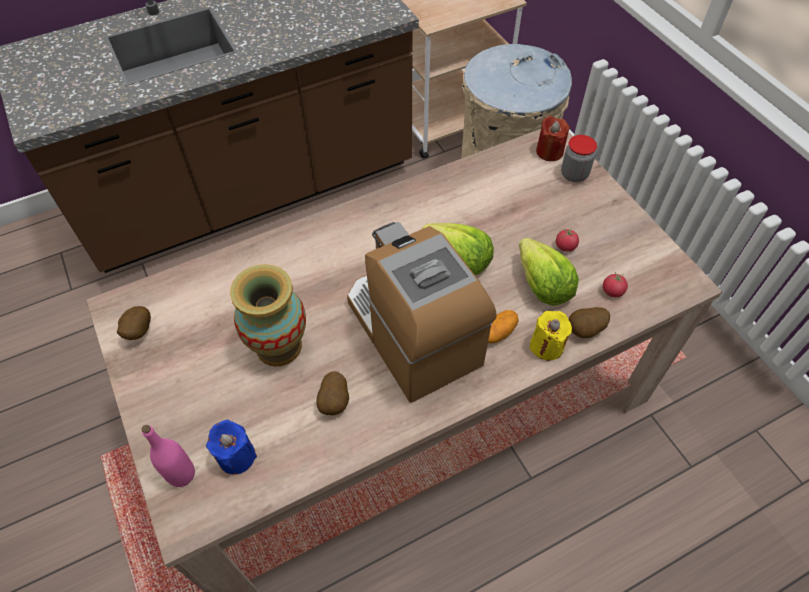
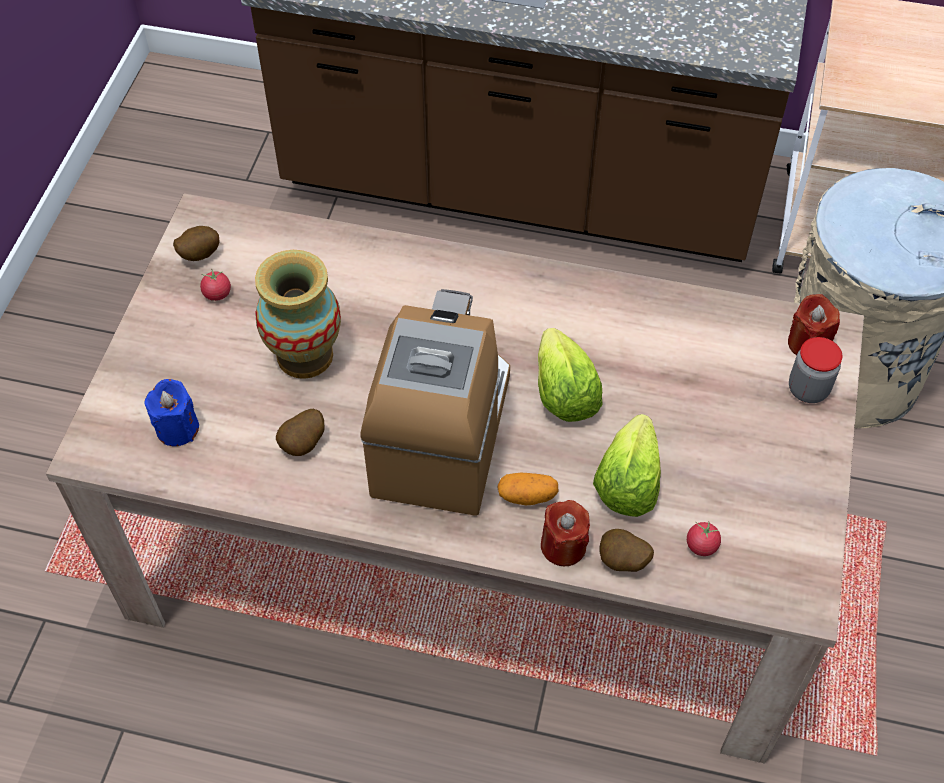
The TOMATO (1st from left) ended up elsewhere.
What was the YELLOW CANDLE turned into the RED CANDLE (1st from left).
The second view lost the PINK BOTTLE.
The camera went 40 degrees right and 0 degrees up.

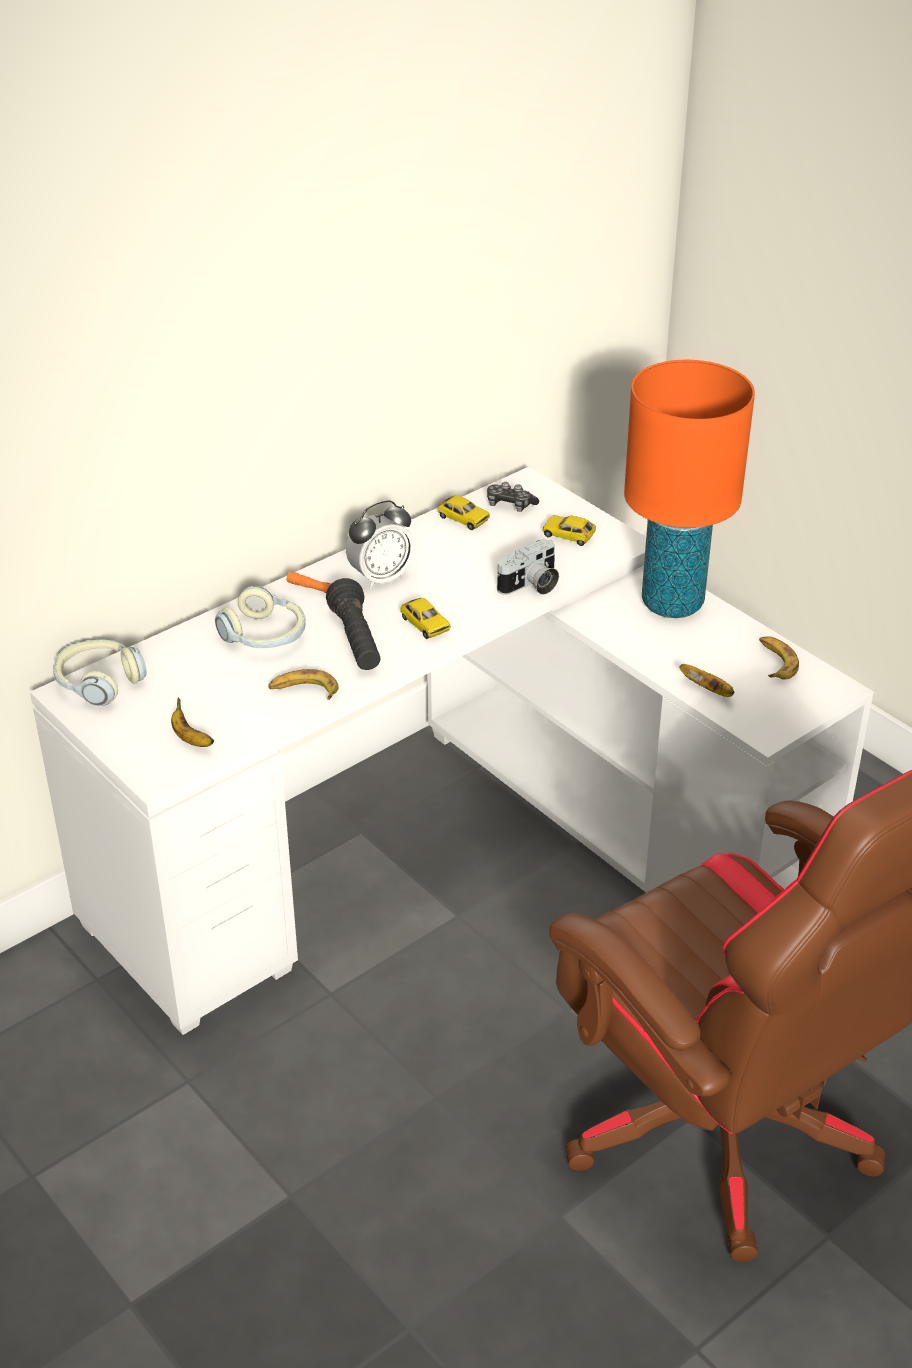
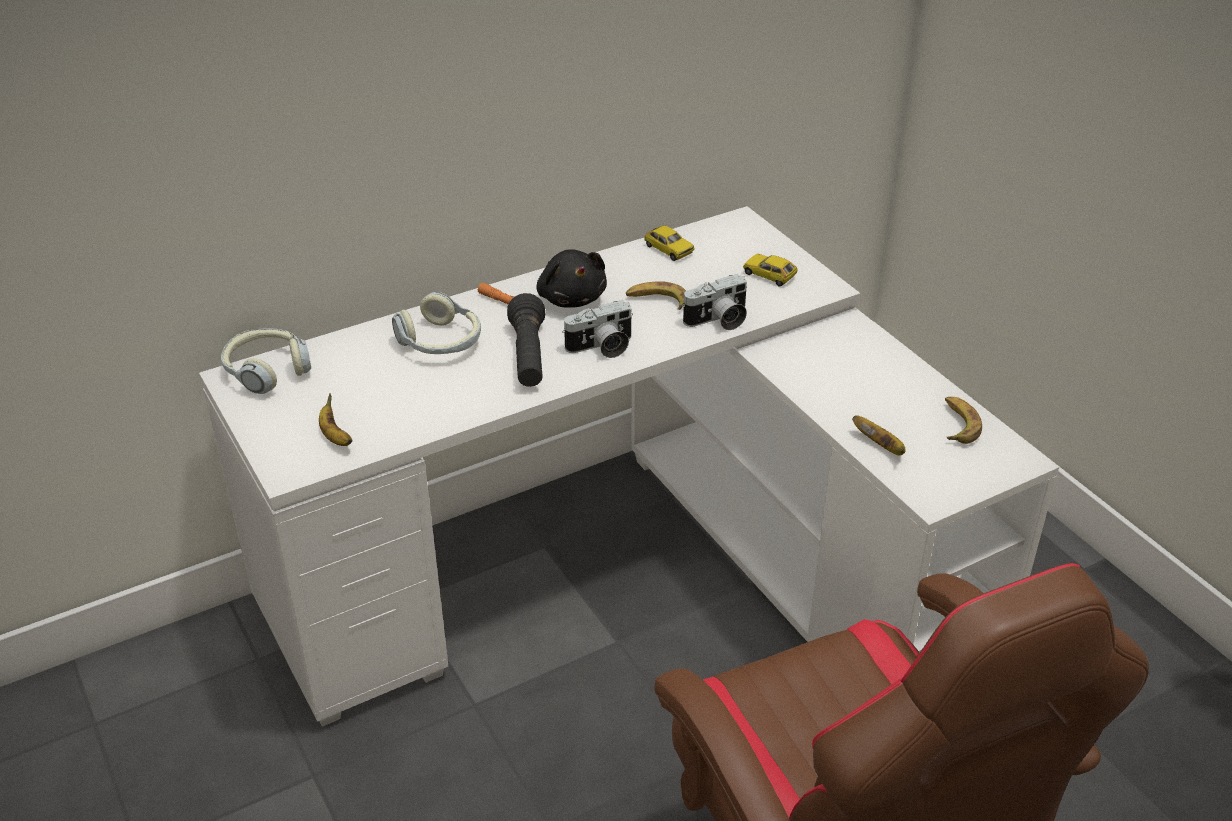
Where the ALARM CLOCK stood, the BLACK PLUSH TOY came to stand.
Where the TOY CAR (1st from left) stood, the PHOTO CAMERA (1st from left) came to stand.
The BANANA (2nd from left) ended up elsewhere.
The second view lost the GAME CONTROLLER.
The second view lost the ORANGE TABLE LAMP.
The camera went 10 degrees right and 0 degrees up.

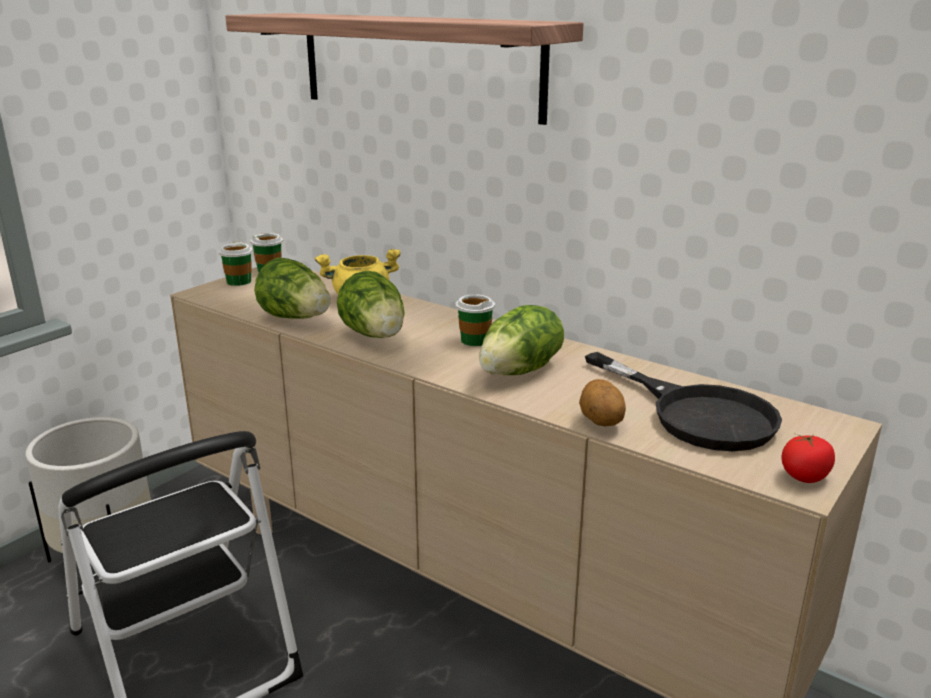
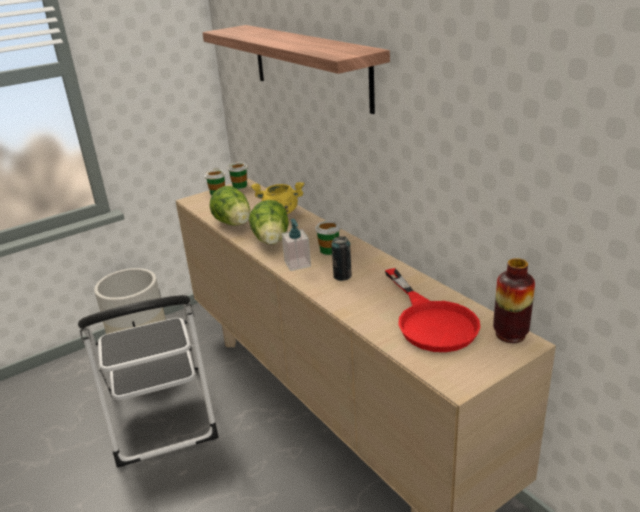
The second view gained the SOAP DISPENSER.
Where the LETTUCE (3rd from left) stood, the CAN came to stand.
What was the BLACK FRYING PAN turned into the RED FRYING PAN.
The second view gained the VASE.
The second view lost the POTATO.
The second view lost the TOMATO.
The camera went 20 degrees right and 5 degrees up.

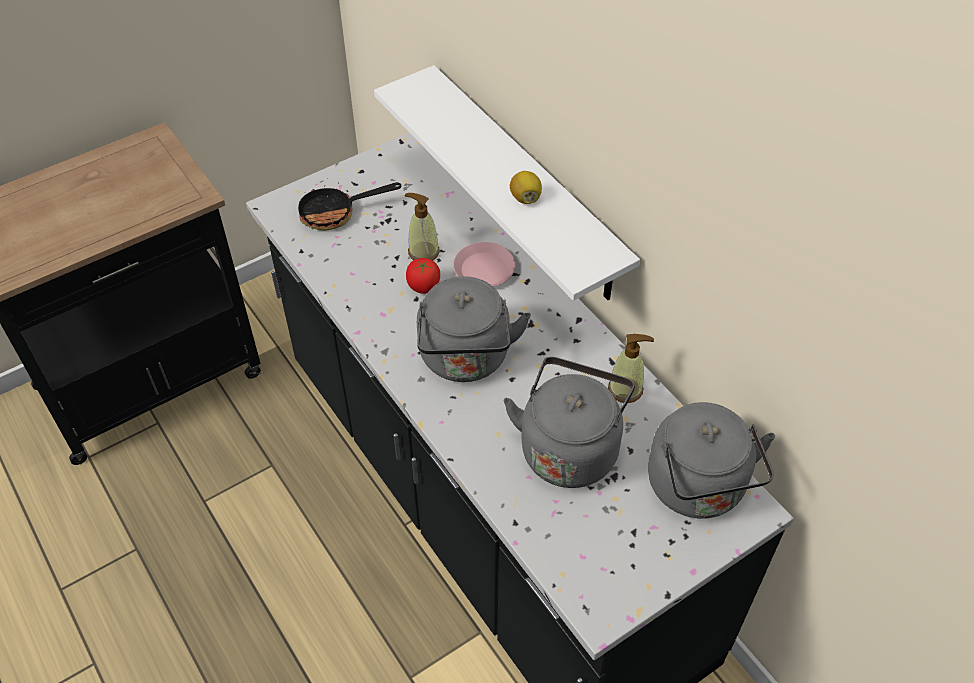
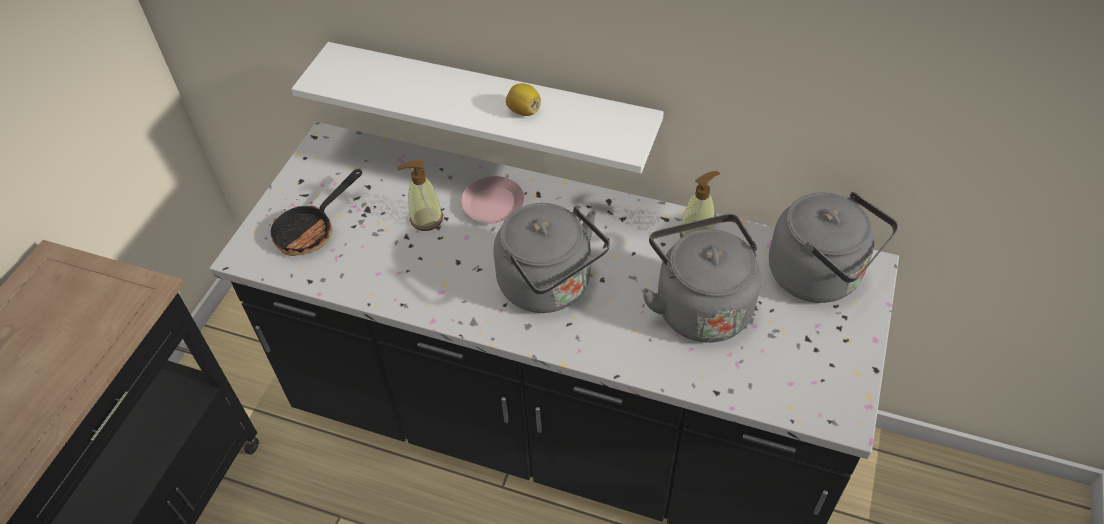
The second view lost the TOMATO.
The camera went 35 degrees left and 0 degrees up.

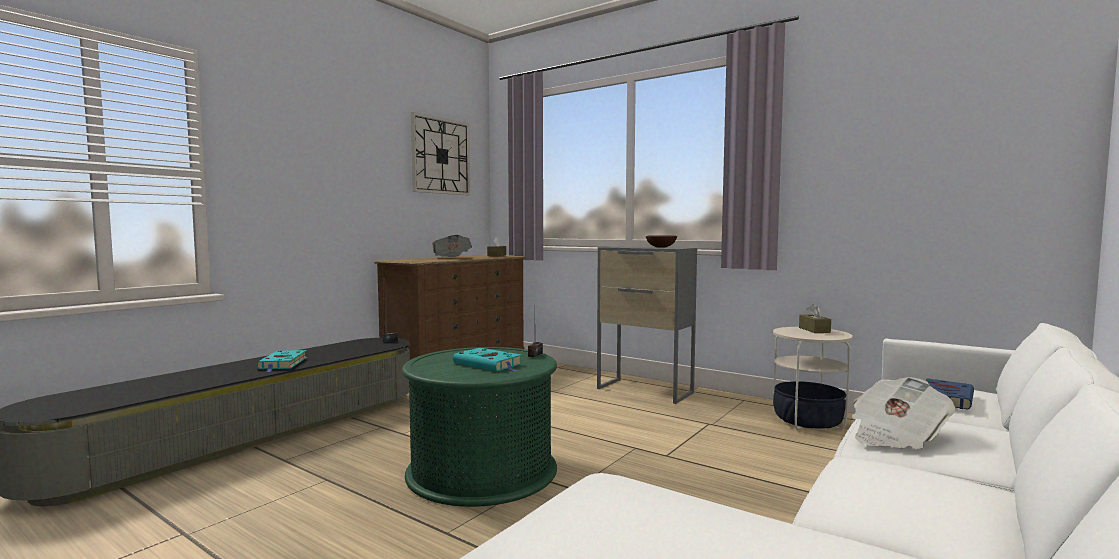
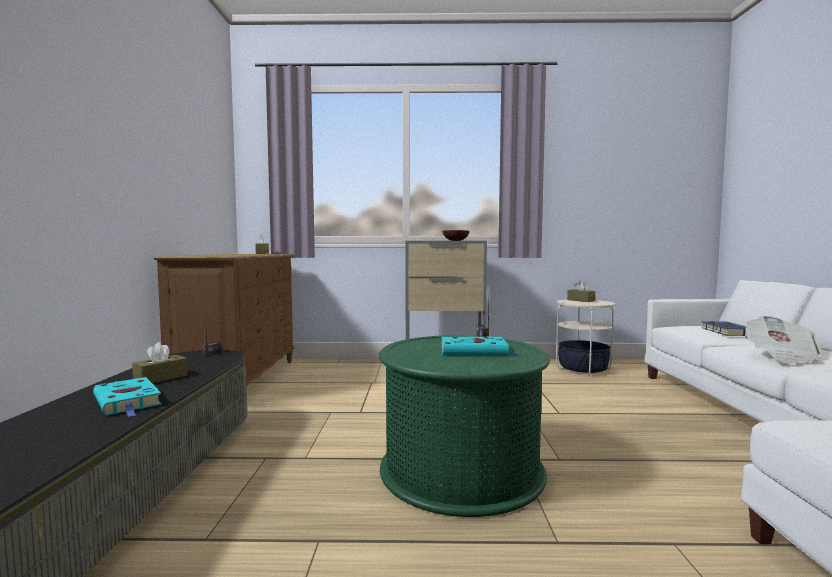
The second view gained the BROWN TISSUE BOX (1st from left).
The second view lost the WALL CLOCK.
The second view lost the NEWSPAPER (1st from left).
The camera went 35 degrees left and 0 degrees up.

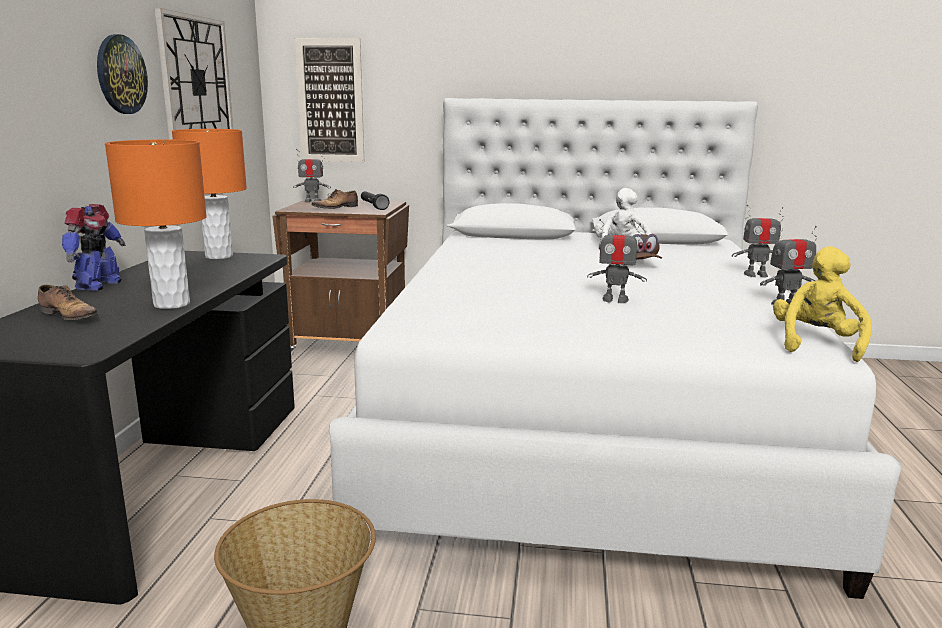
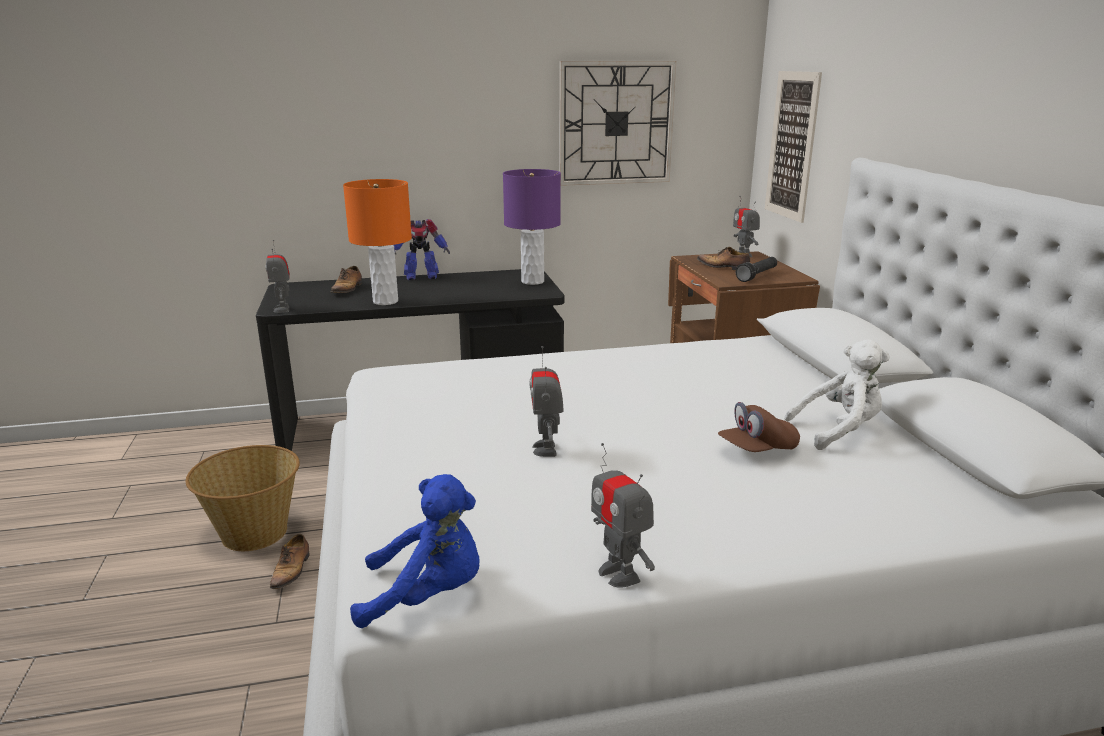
The TOY ROBOT (4th from left in the first image) ended up elsewhere.
The second view gained the SHOE (1st from left).
What was the YELLOW PLUSH TOY turned into the BLUE PLUSH TOY.
What was the ORANGE TABLE LAMP (2nd from left) turned into the PURPLE TABLE LAMP.
The second view lost the WALL CLOCK (1st from left).
The camera went 70 degrees right and 5 degrees up.

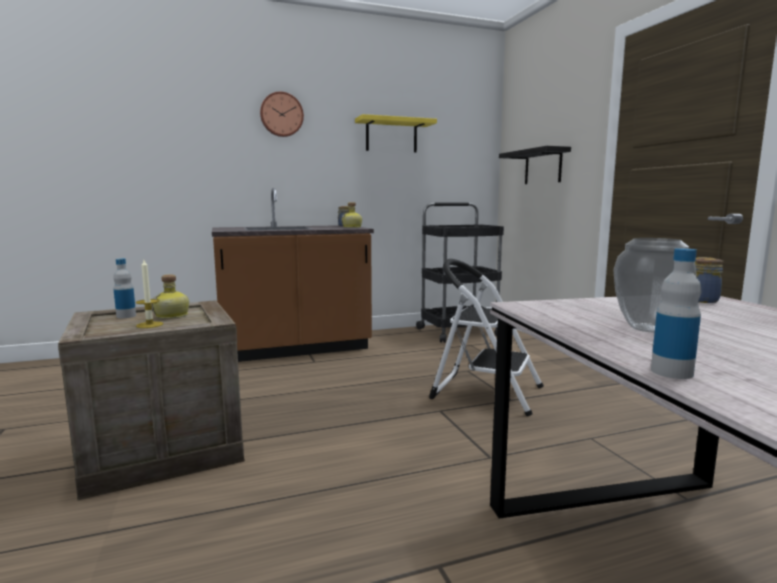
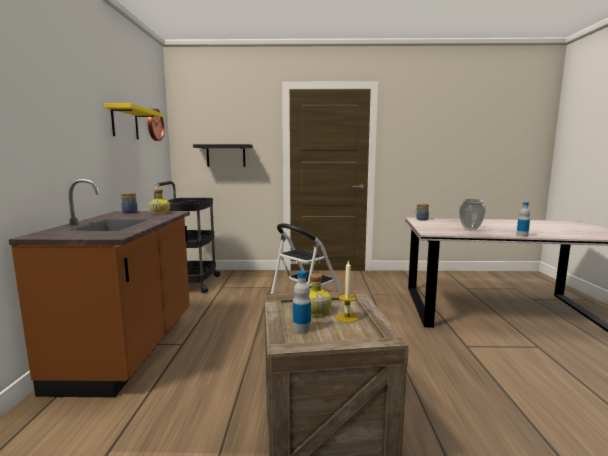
The WALL CLOCK ended up elsewhere.
The camera went 70 degrees left and 0 degrees up.

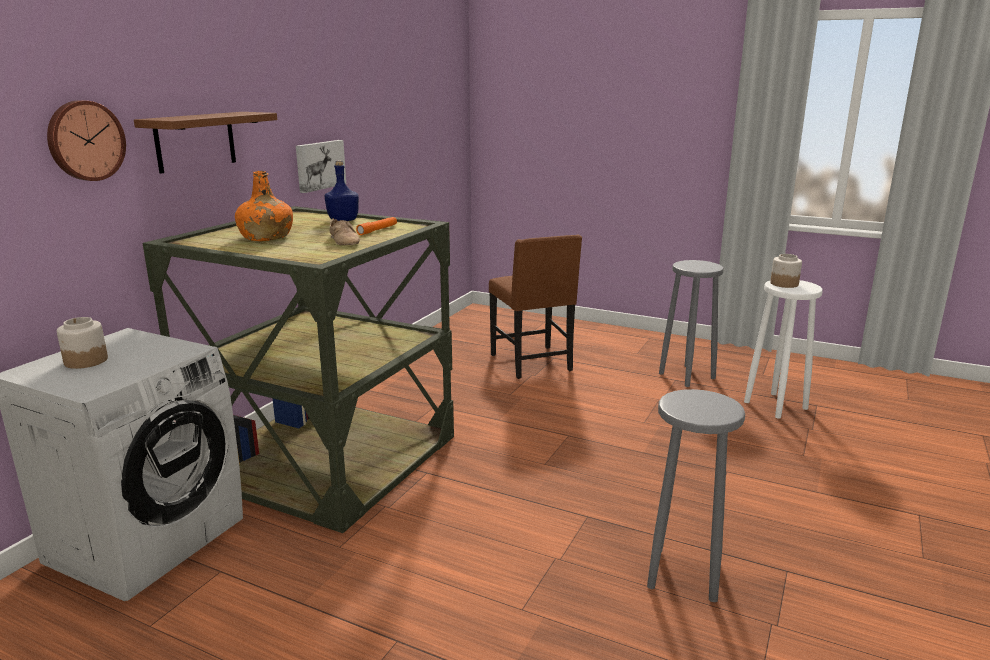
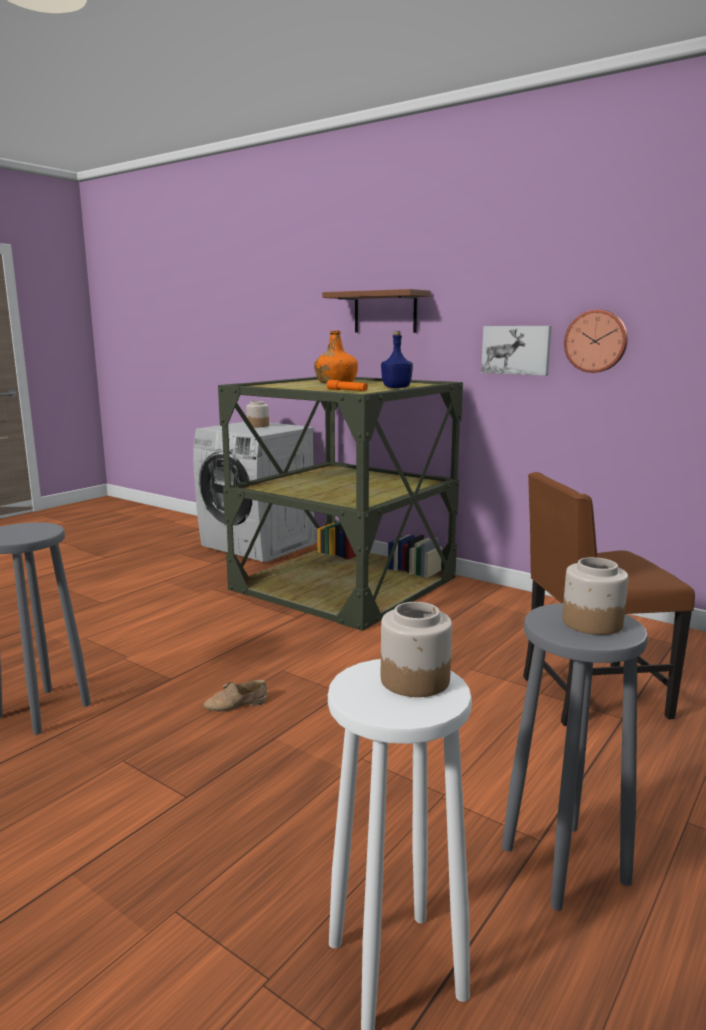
The BEIGE SHOE ended up elsewhere.
The second view gained the JAR (3rd from left).
The WALL CLOCK ended up elsewhere.
The camera went 100 degrees right and 5 degrees down.

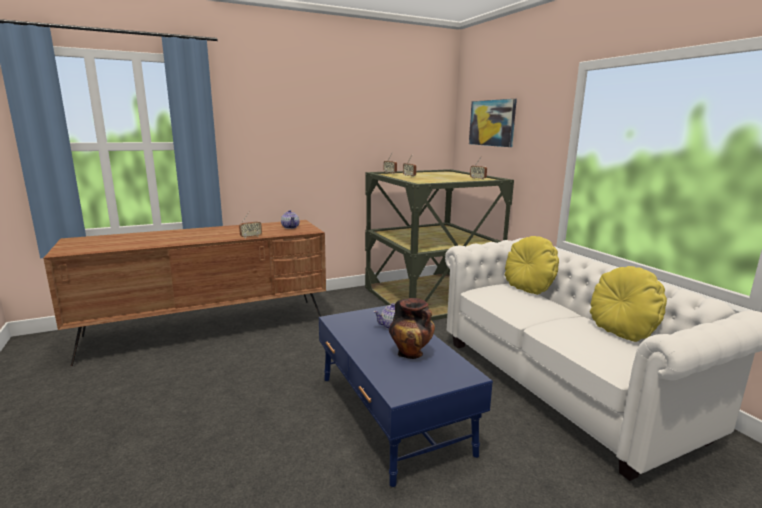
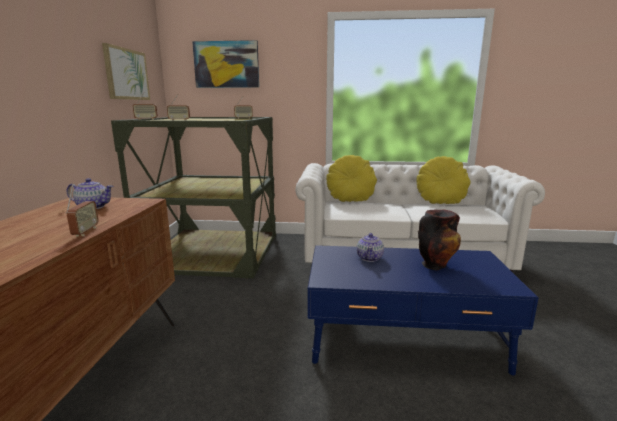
The second view gained the PICTURE (1st from left).
The camera went 60 degrees left and 0 degrees up.

